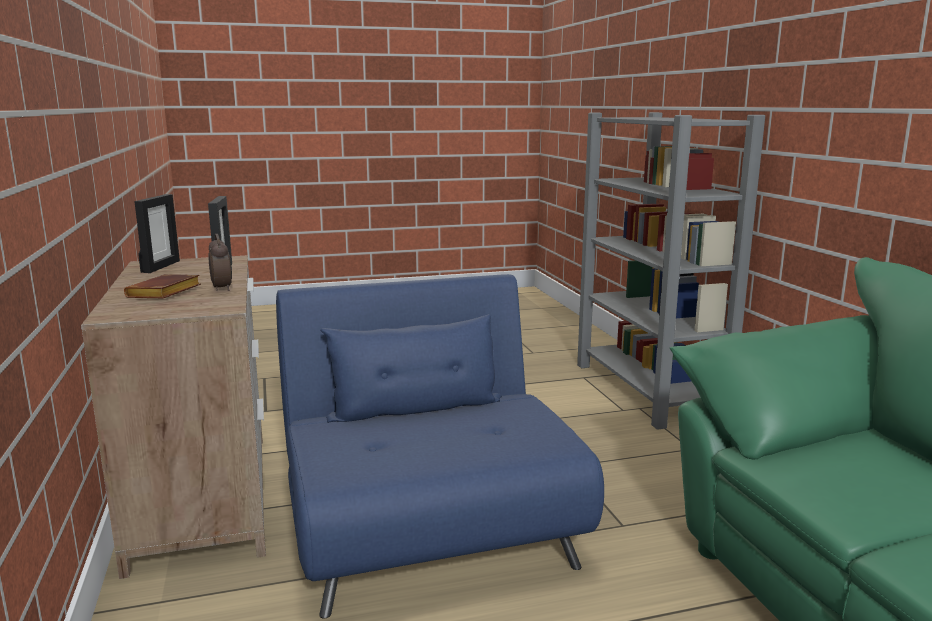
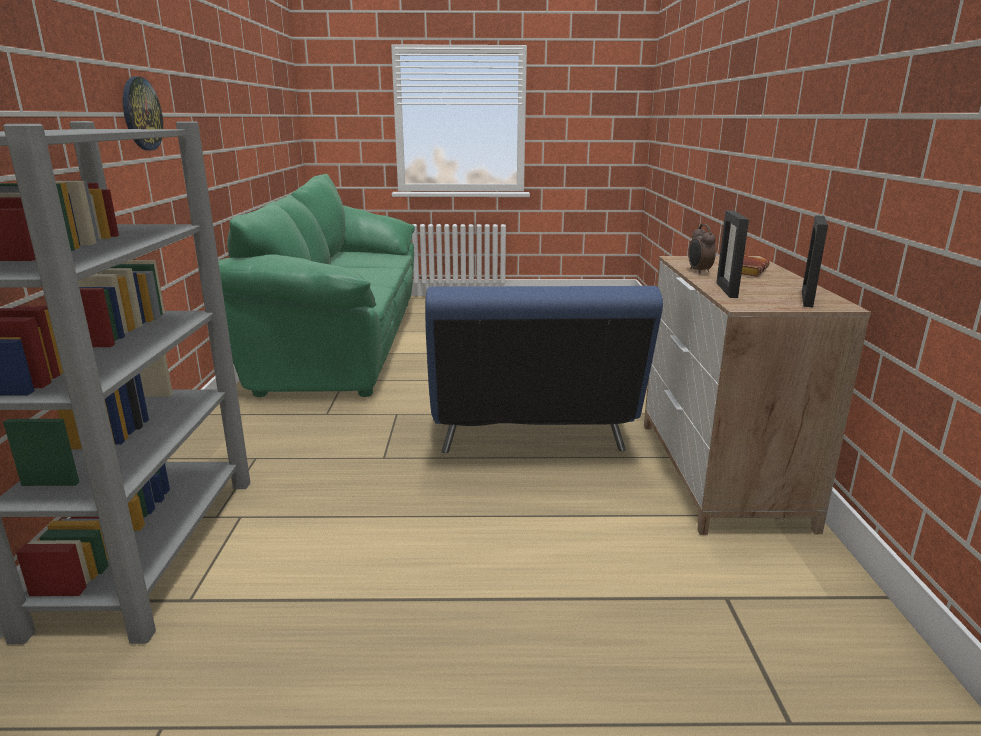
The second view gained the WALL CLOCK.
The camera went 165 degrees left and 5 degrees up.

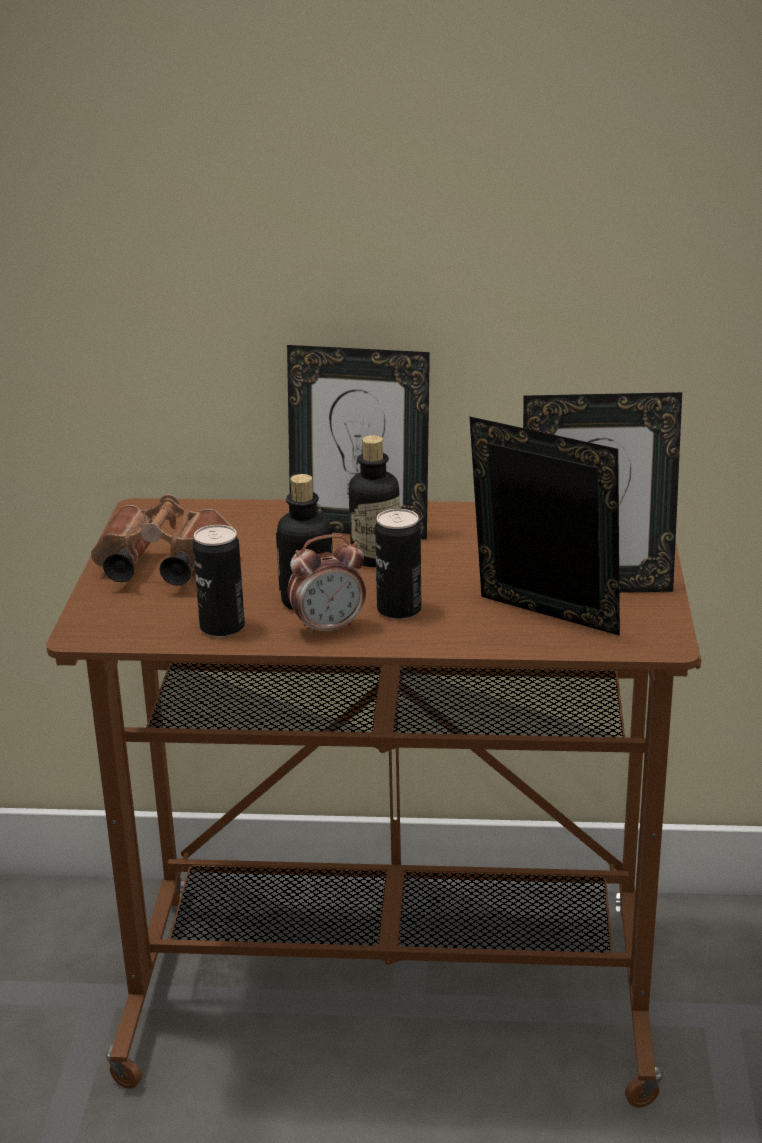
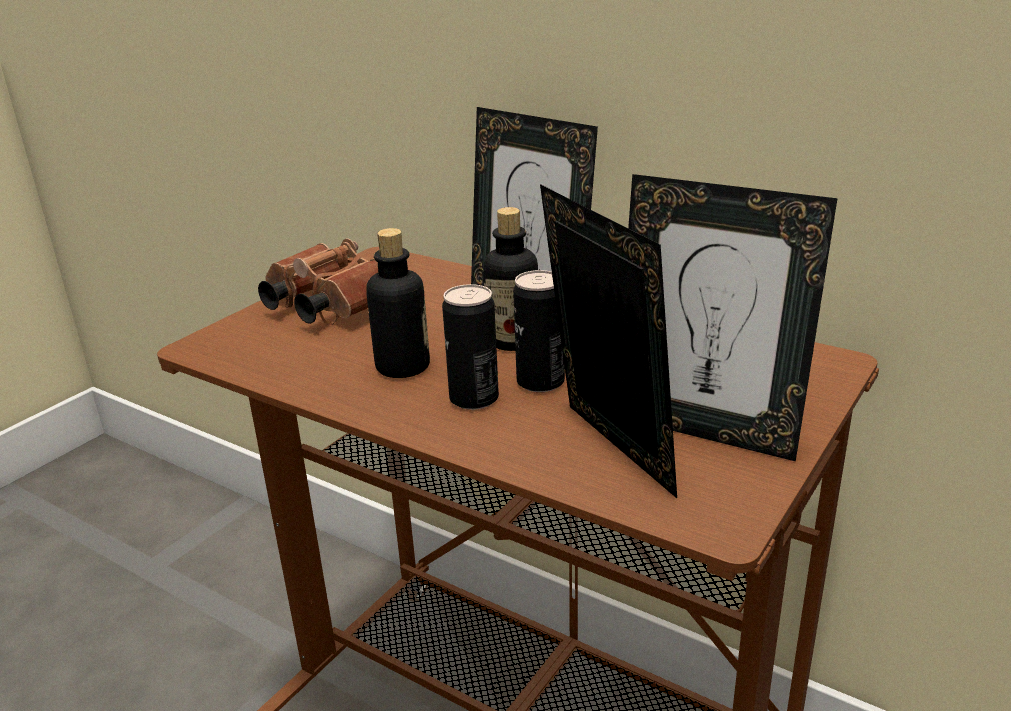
The CAN (1st from left in the first image) ended up elsewhere.
The second view lost the ALARM CLOCK.
The camera went 30 degrees right and 0 degrees up.

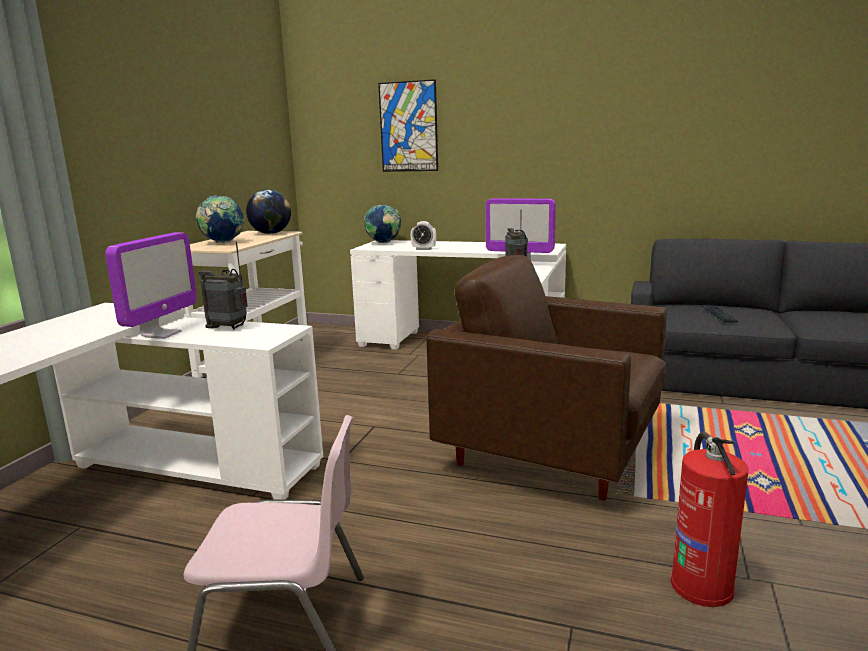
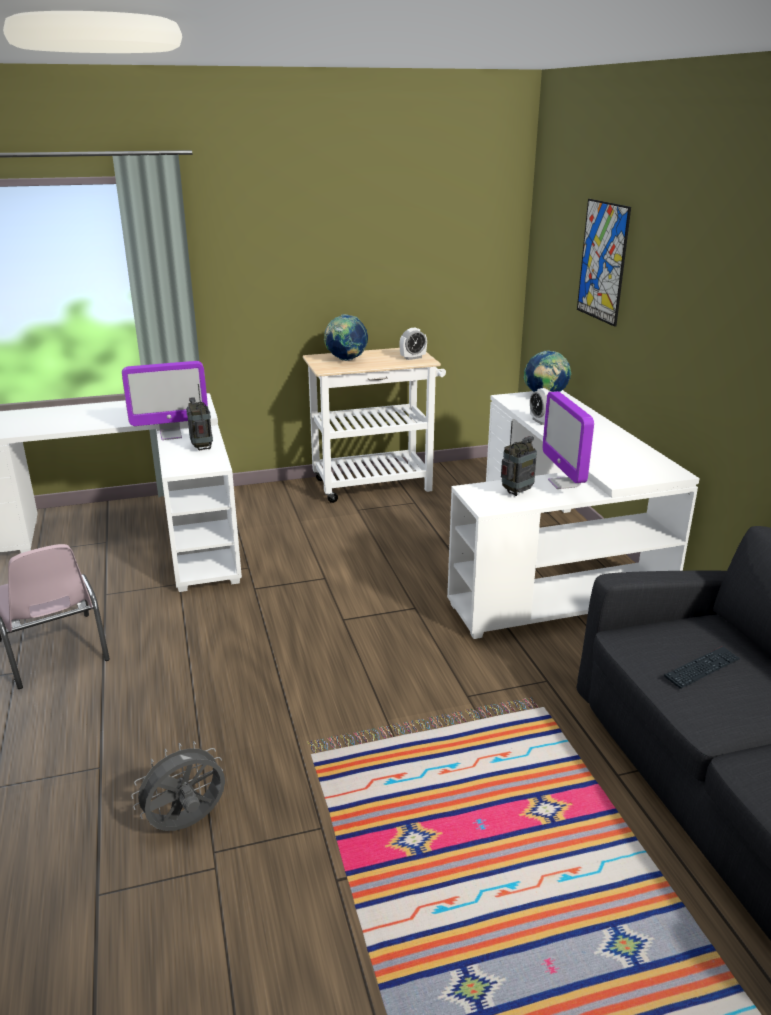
Where the FIRE EXTINGUISHER stood, the GREY FAN came to stand.
Where the GLOBE (2nd from left) stood, the ALARM CLOCK (1st from left) came to stand.
The second view lost the BROWN ARMCHAIR.
The camera went 55 degrees right and 10 degrees up.

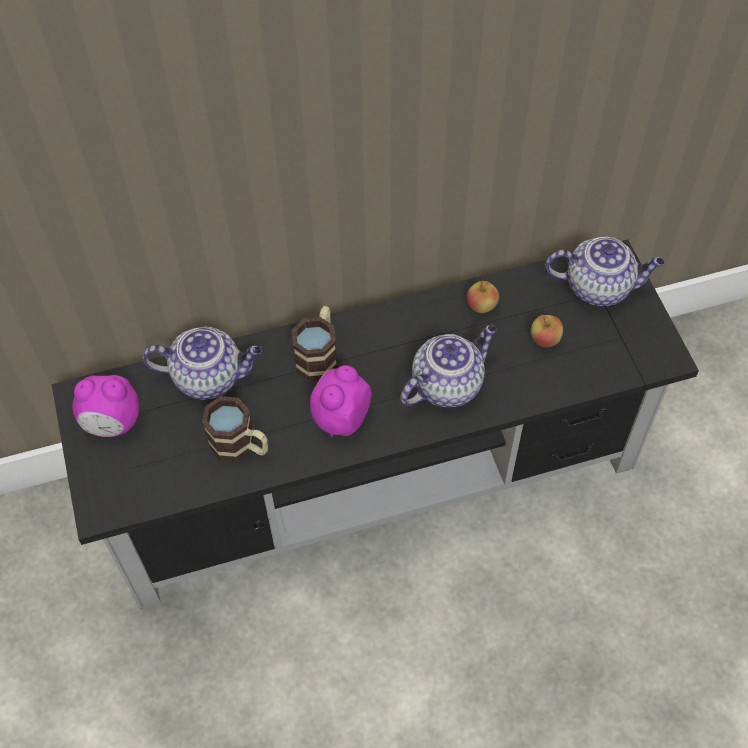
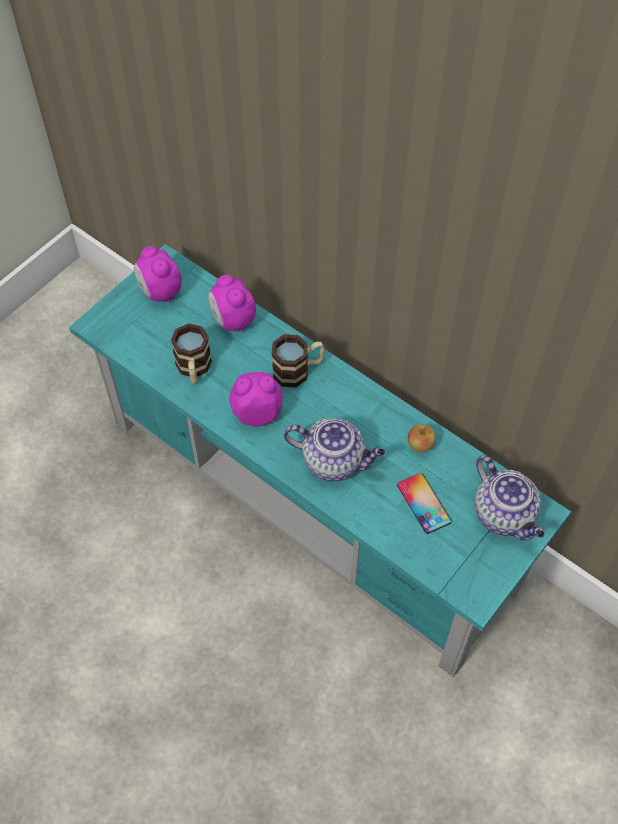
What was the BLACK TV STAND turned into the TURQUOISE TV STAND.
Where the TEAPOT (1st from left) stood, the ALARM CLOCK (2nd from left) came to stand.
Where the APPLE (2nd from left) stood, the PHONE came to stand.
The camera went 55 degrees right and 0 degrees up.

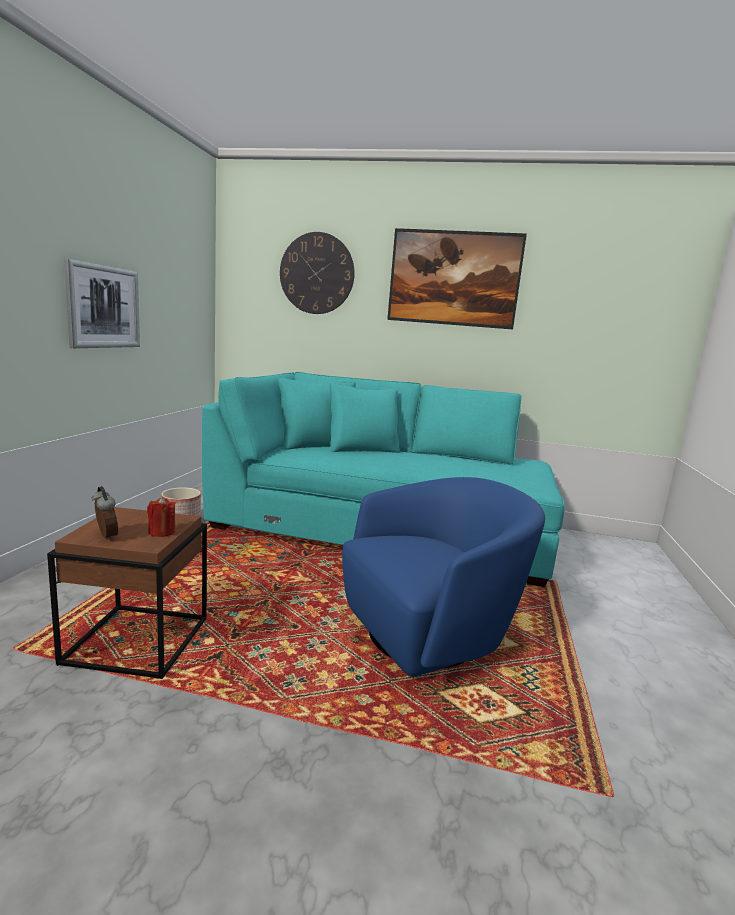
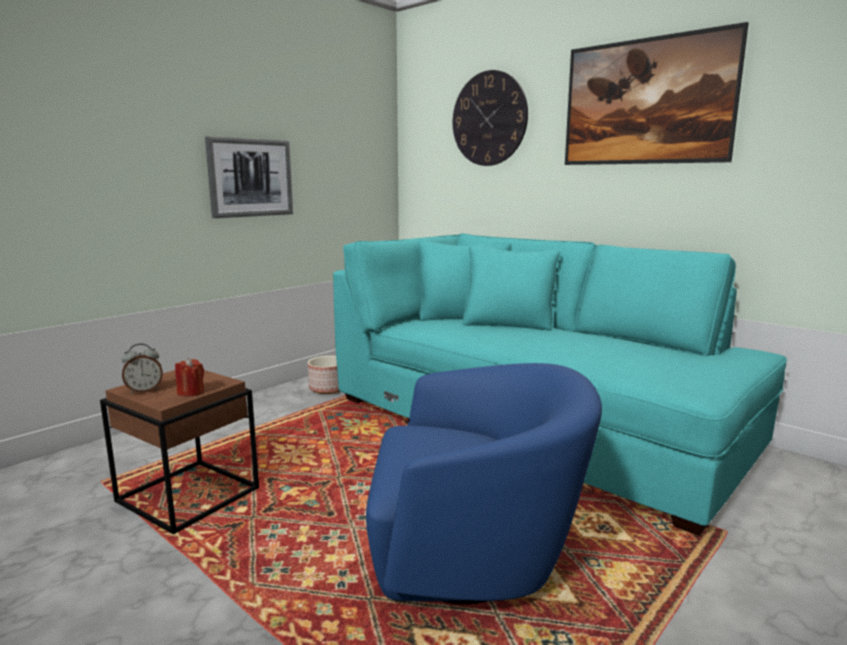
The ALARM CLOCK ended up facing another way, 75 degrees clockwise from before.
The camera went 30 degrees right and 0 degrees up.

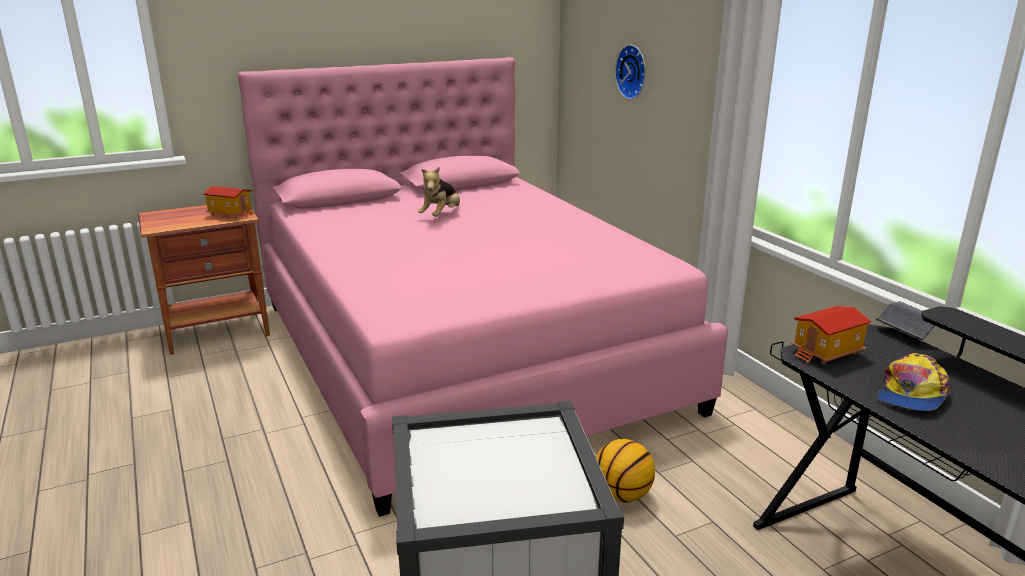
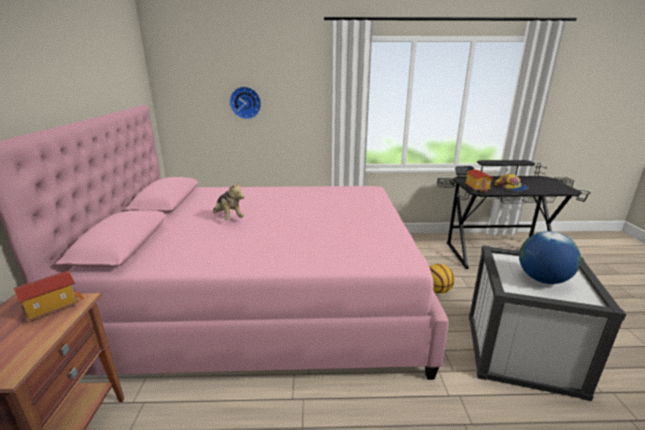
The second view gained the GLOBE.
The camera went 65 degrees left and 0 degrees up.

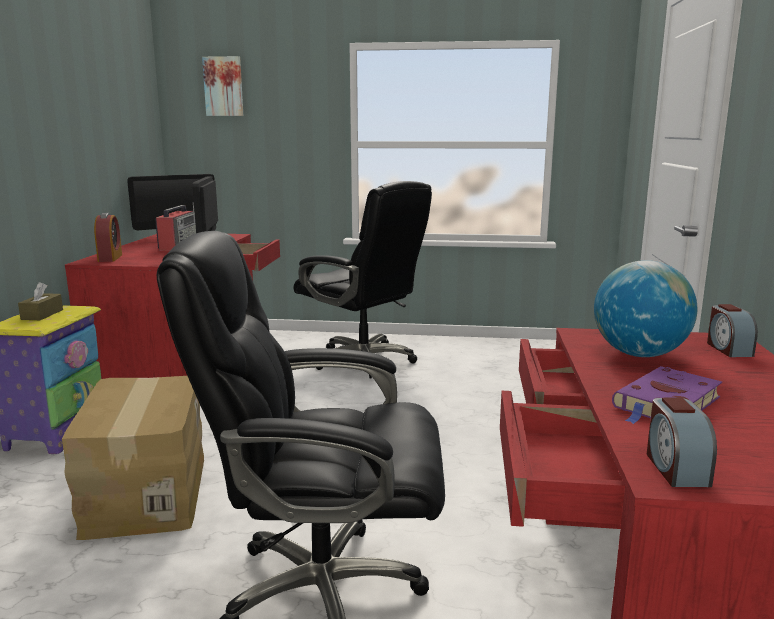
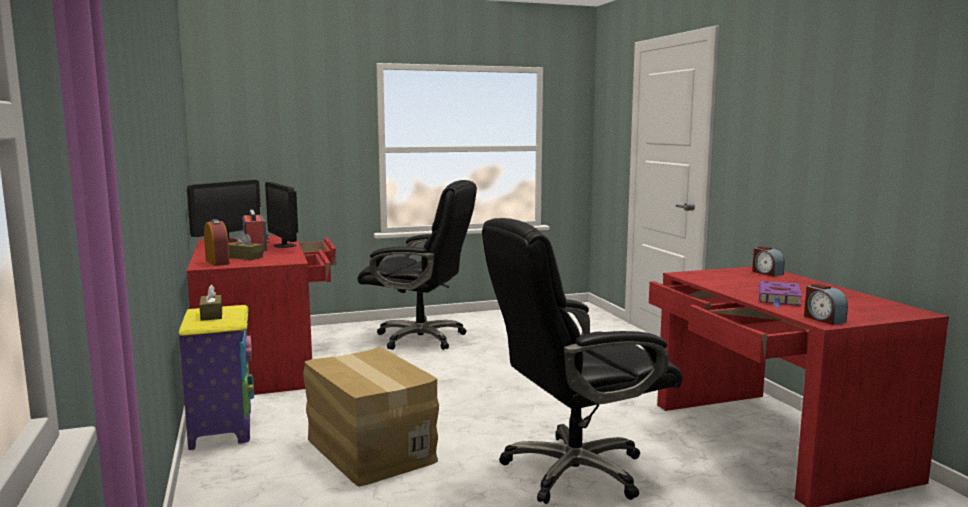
The second view gained the BROWN TISSUE BOX (2nd from left).
The second view lost the PICTURE.
The second view lost the GLOBE.
The camera went 25 degrees left and 5 degrees down.

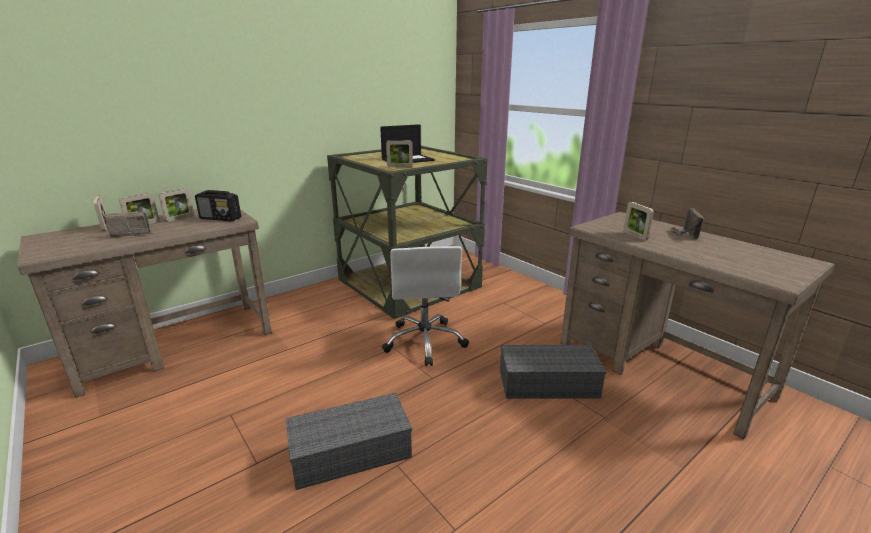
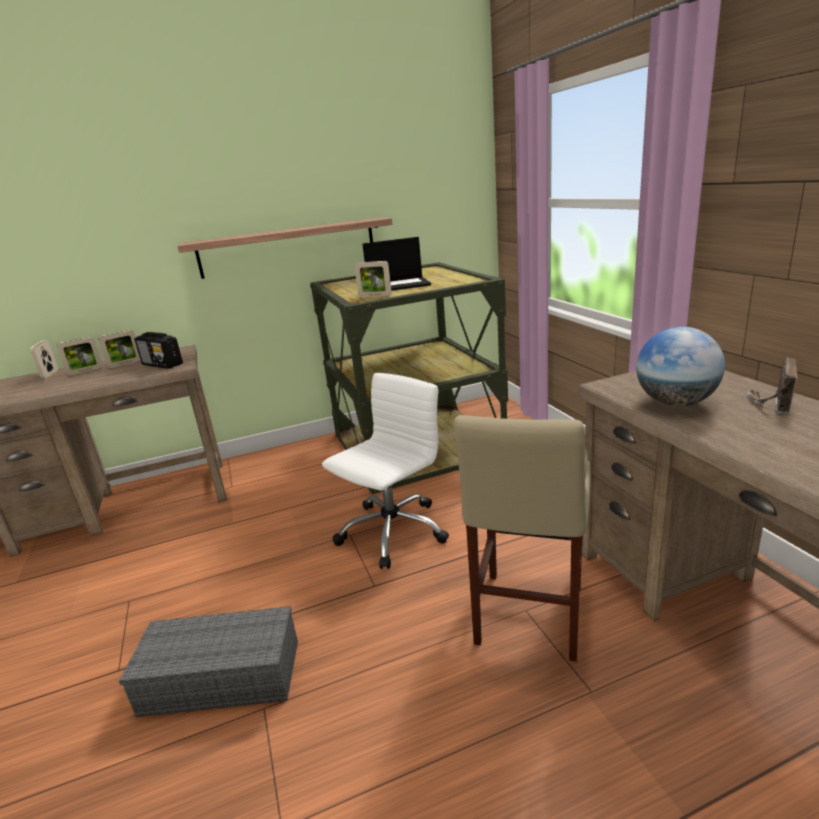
The second view gained the SHELF.
The WHITE OFFICE CHAIR ended up facing another way, 150 degrees counterclockwise from before.
Where the GREY STORAGE BOX (2nd from left) stood, the BEIGE STOOL came to stand.
Where the PICTURE FRAME (5th from left) stood, the GLOBE came to stand.
The second view lost the RADIO (1st from left).
The camera went 20 degrees right and 0 degrees up.

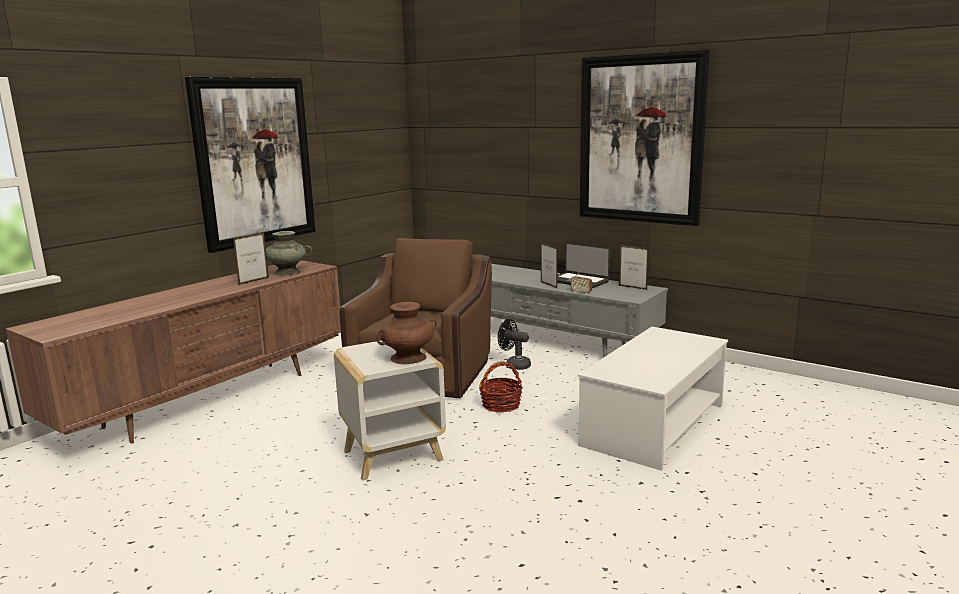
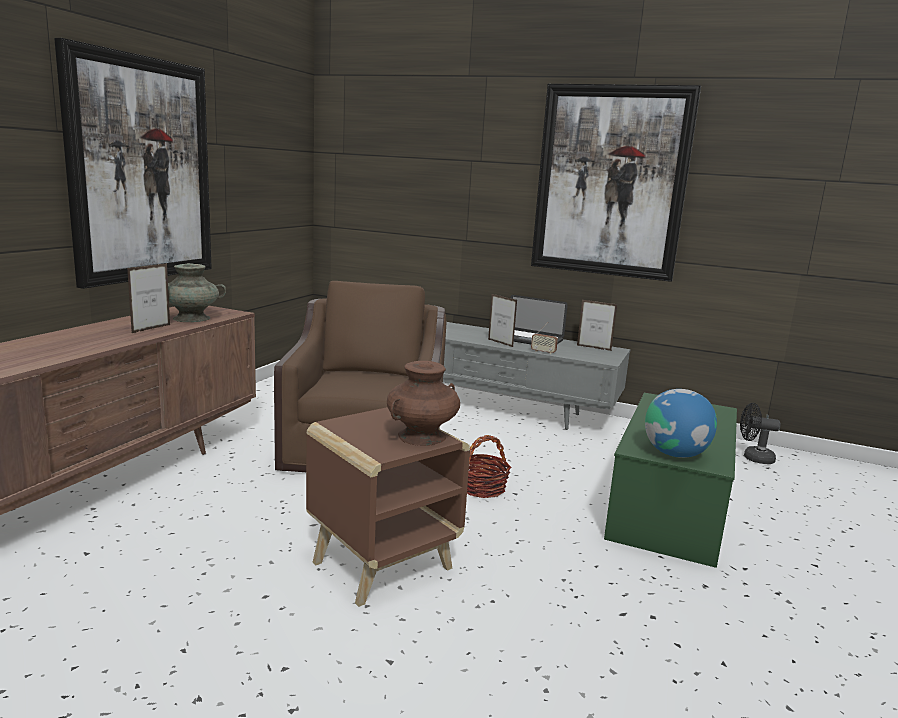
What was the WHITE SIDE TABLE turned into the BROWN SIDE TABLE.
What was the WHITE COFFEE TABLE turned into the GREEN COFFEE TABLE.
The second view gained the GLOBE.
The BLACK FAN ended up elsewhere.
The camera went 15 degrees left and 0 degrees up.

